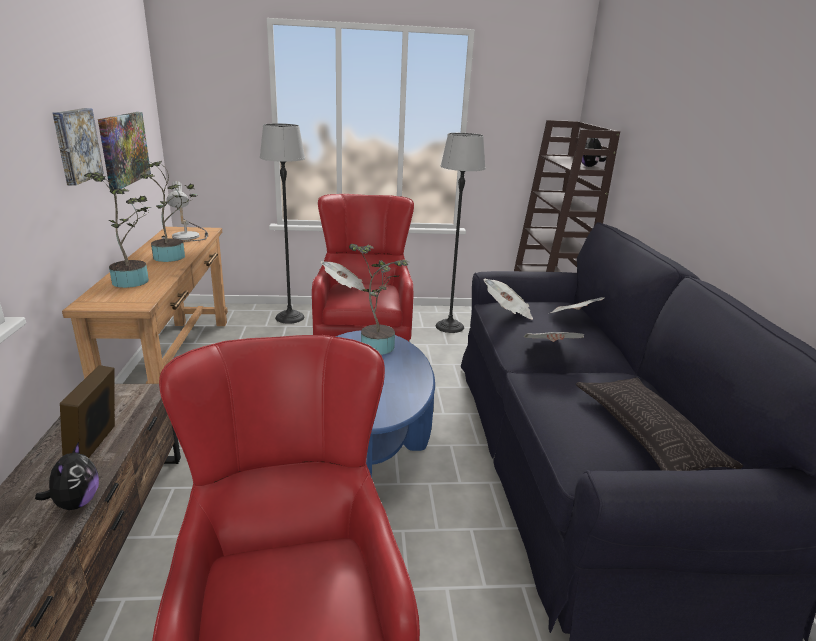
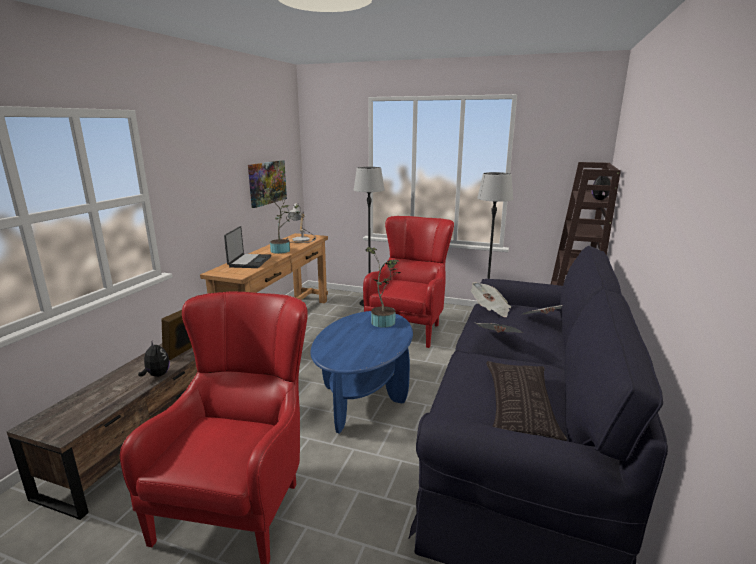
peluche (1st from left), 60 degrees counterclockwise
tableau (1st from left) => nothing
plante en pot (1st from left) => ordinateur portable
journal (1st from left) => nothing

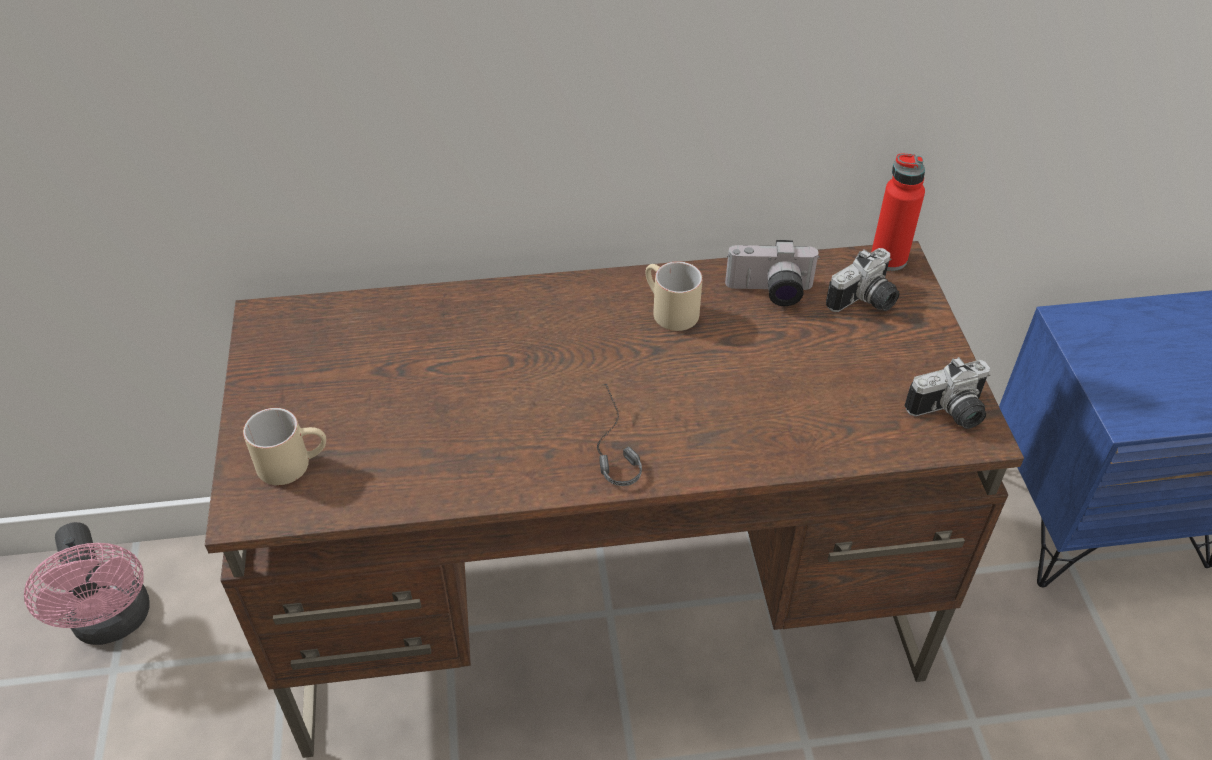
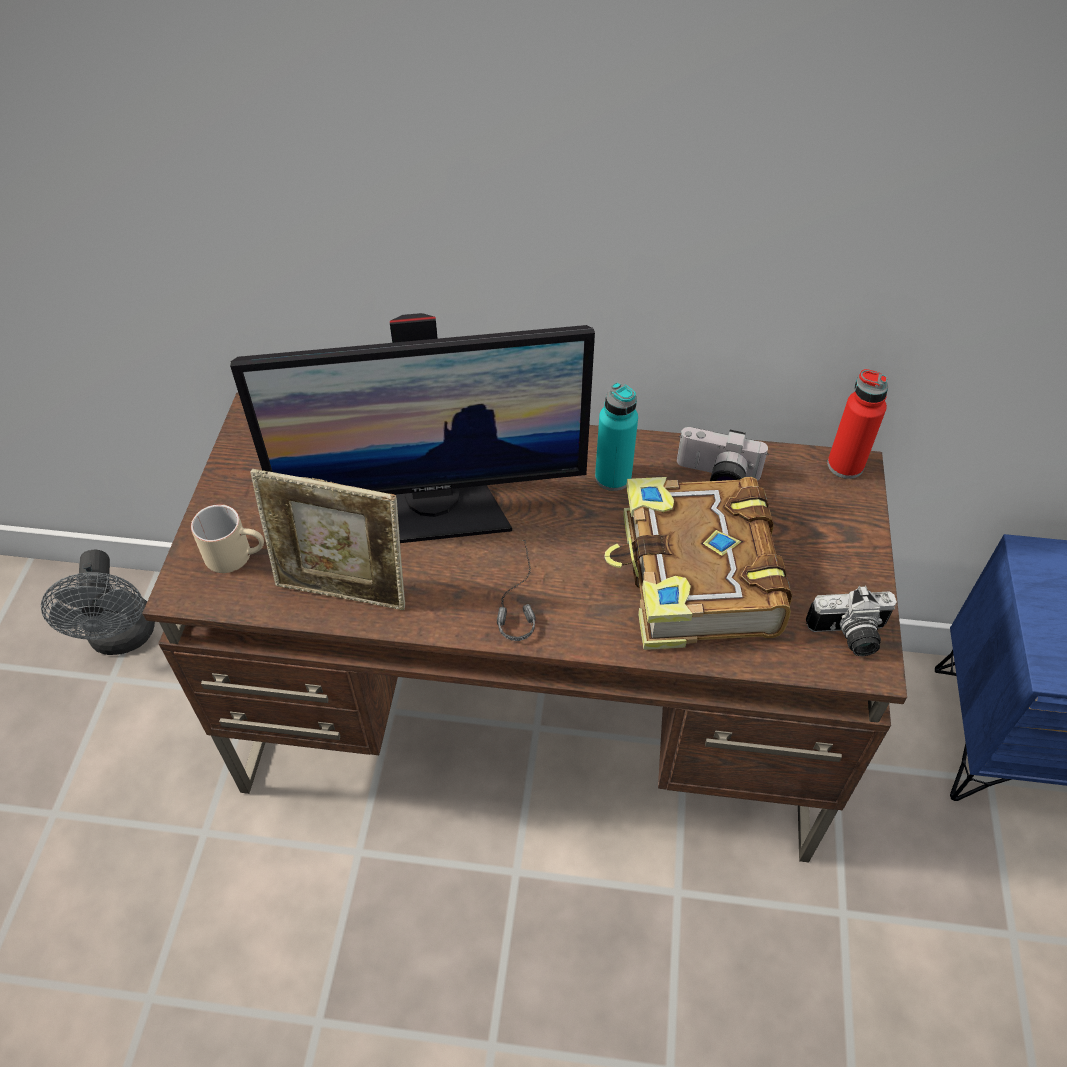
ventilateur/rose => ventilateur/gris
mug/beige (2nd from left) => bouteille/turquoise
appareil photo (2nd from left) => nothing
nothing => écran d'ordinateur
nothing => cadre photo
nothing => livre

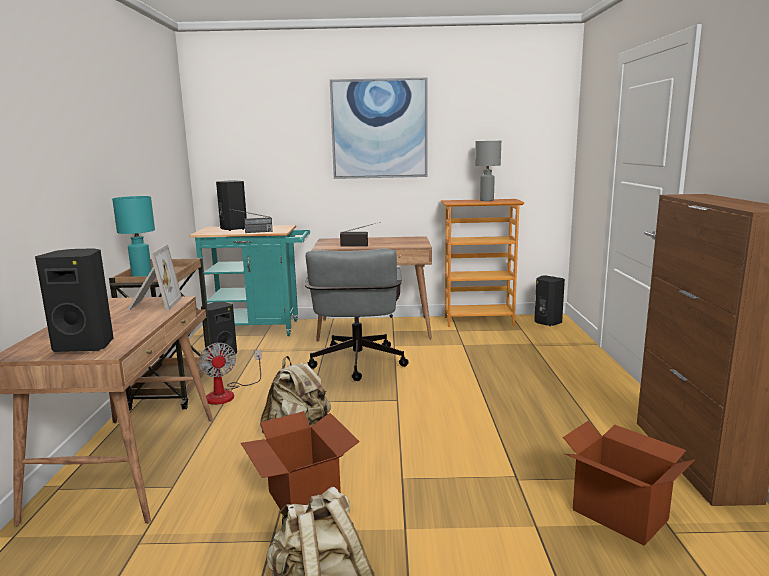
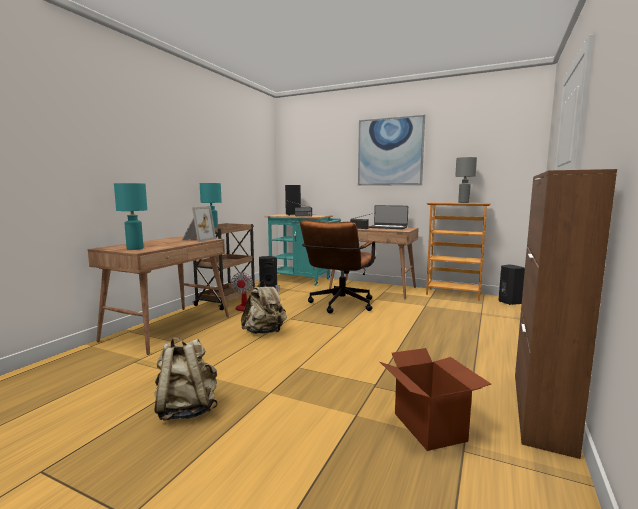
enceinte/noir (1st from left) => lampe de table/turquoise (1st from left)
carton (1st from left) => nothing
chaise de bureau/gris => chaise de bureau/marron
nothing => ordinateur portable

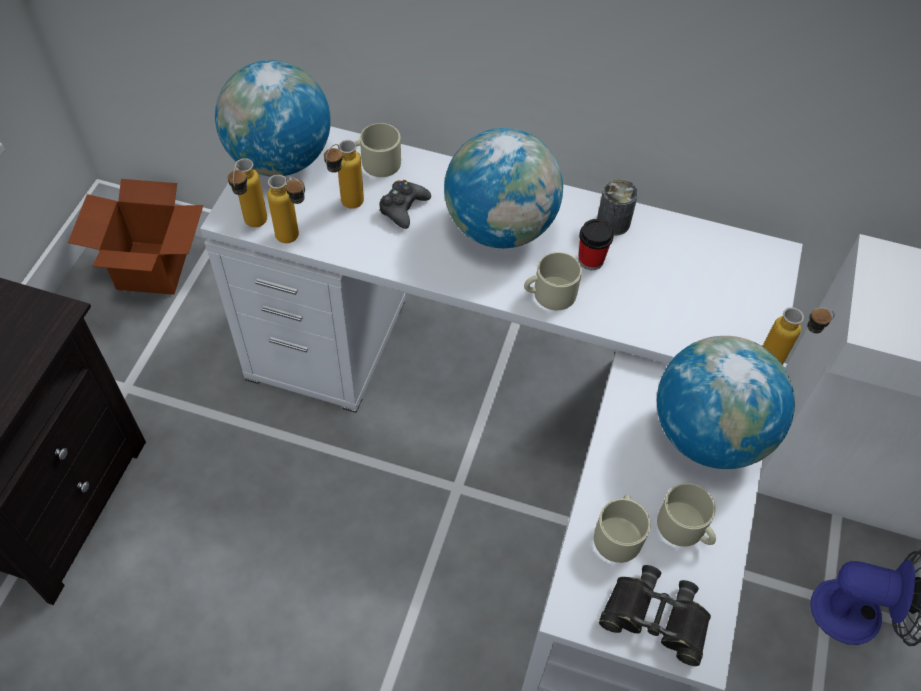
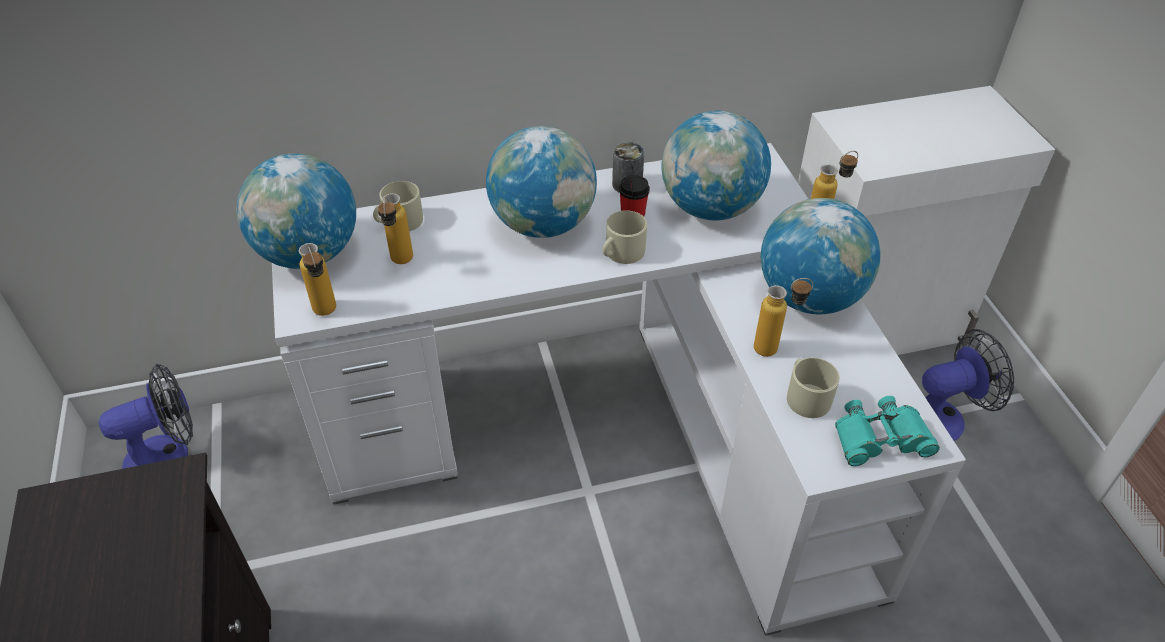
carton => ventilateur (1st from left)
bouteille (2nd from left in the first image) => bouteille (3rd from left), move
manette/noir => nothing
jumelles/noir => jumelles/turquoise
mug/beige (4th from left) => nothing
nothing => globe (3rd from left)

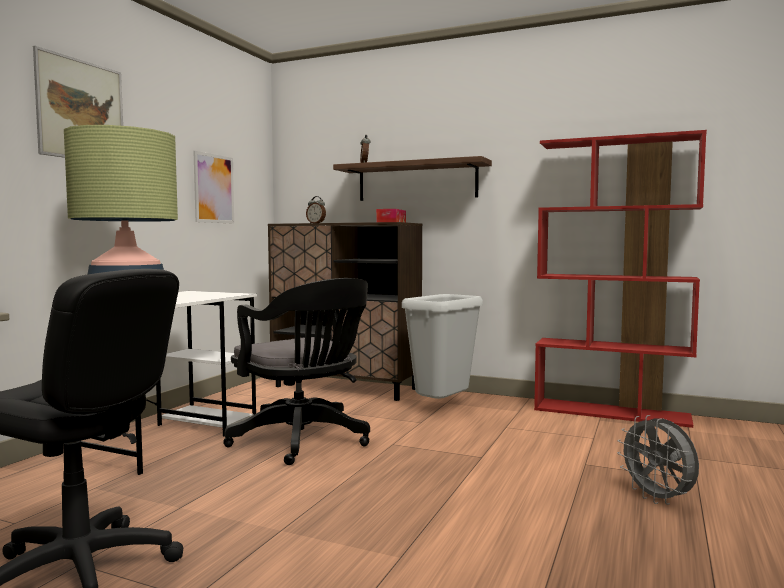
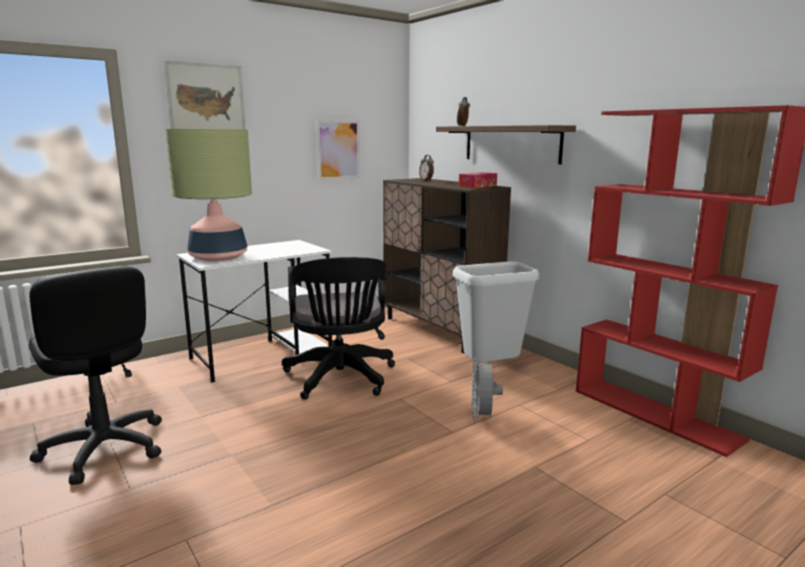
ventilateur/gris, move

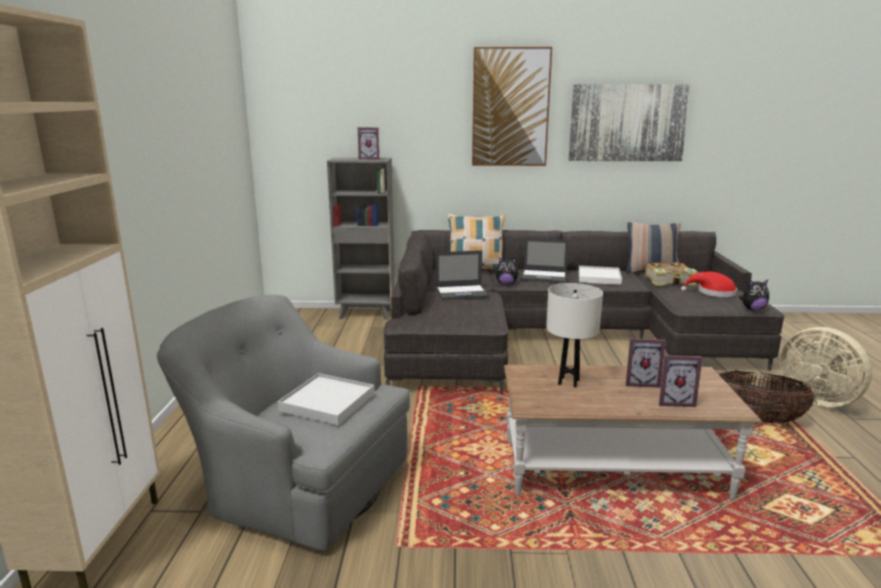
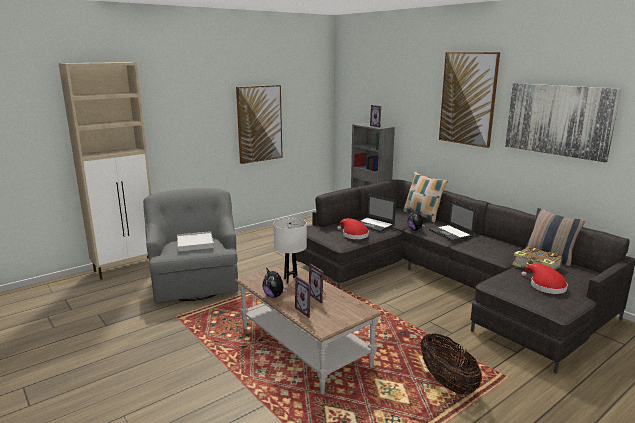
plateau/blanc (2nd from left) => nothing
peluche (2nd from left in the first image) => peluche (1st from left), move
ventilateur/beige => nothing
nothing => tableau (1st from left)
nothing => chapeau/rouge (1st from left)

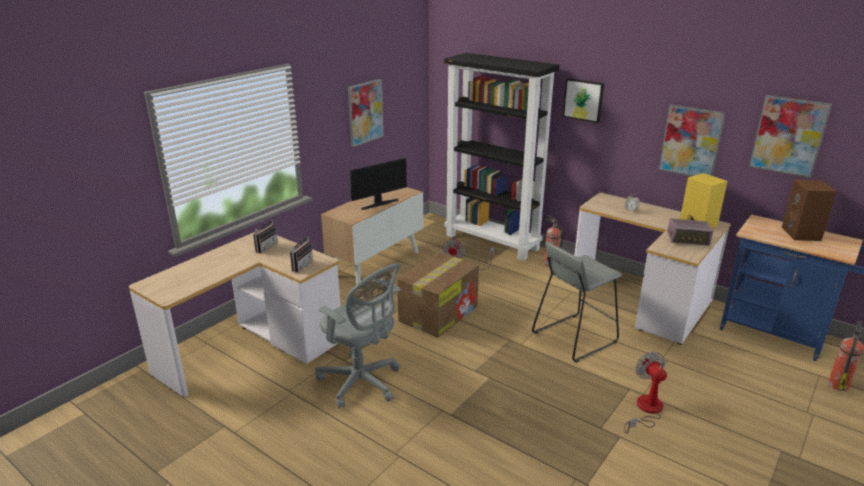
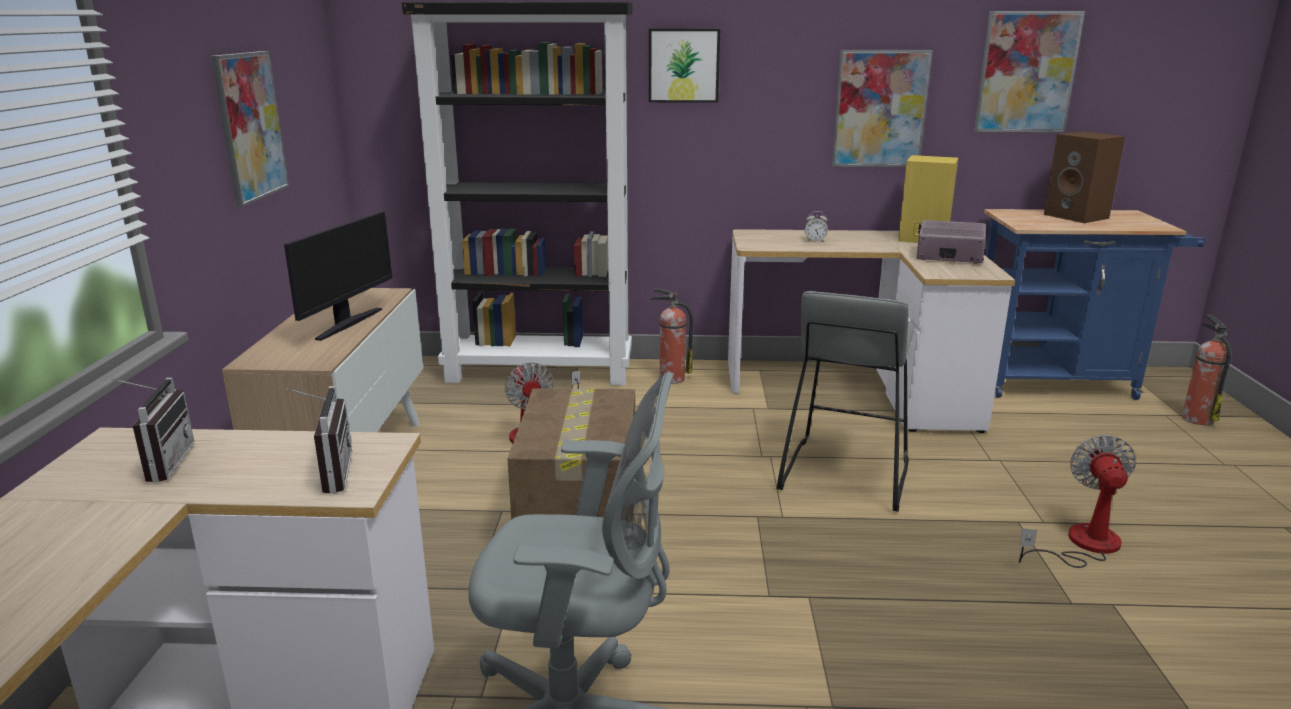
ventilateur (2nd from left), 60 degrees clockwise
radio (3rd from left), 135 degrees counterclockwise

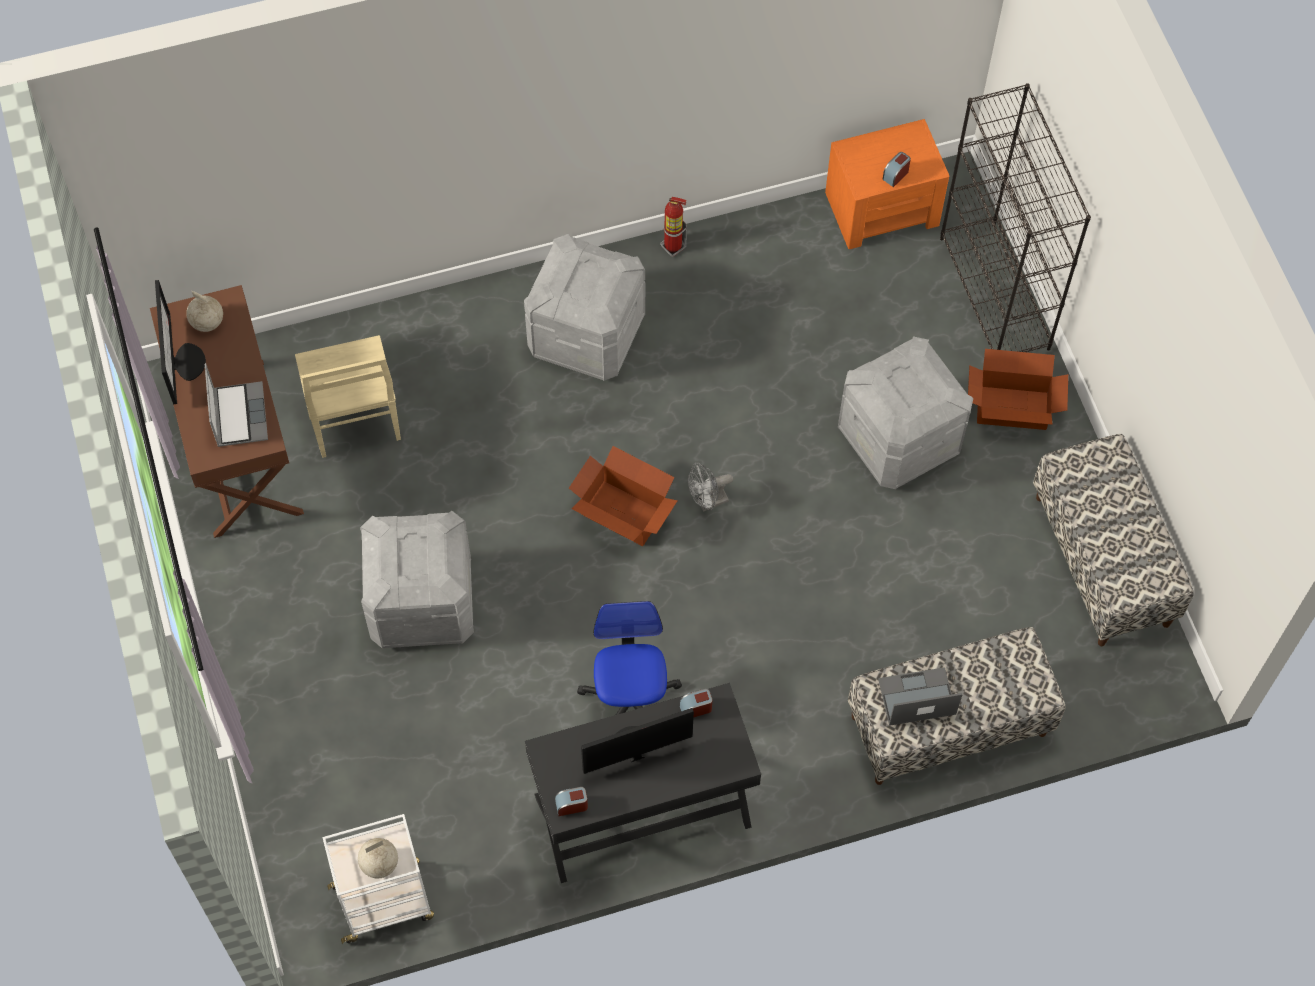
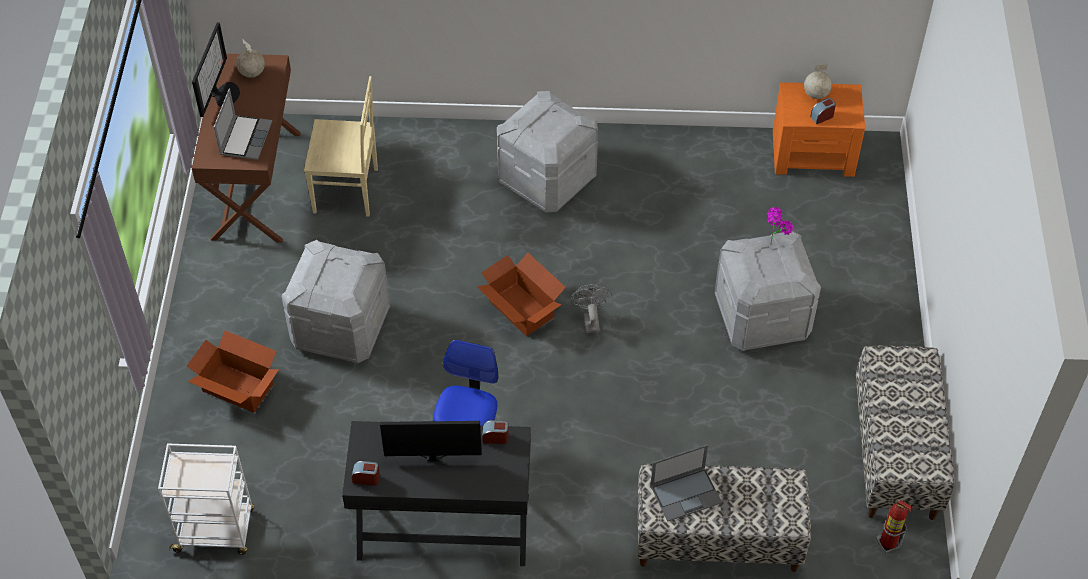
chaise/beige, 90 degrees counterclockwise
globe (2nd from left), move
extincteur, move
ventilateur/gris, 90 degrees clockwise
ordinateur portable (2nd from left), 150 degrees clockwise
bibliothèque/noir => nothing
carton (2nd from left in the first image) => carton (1st from left), move
nothing => plante en pot

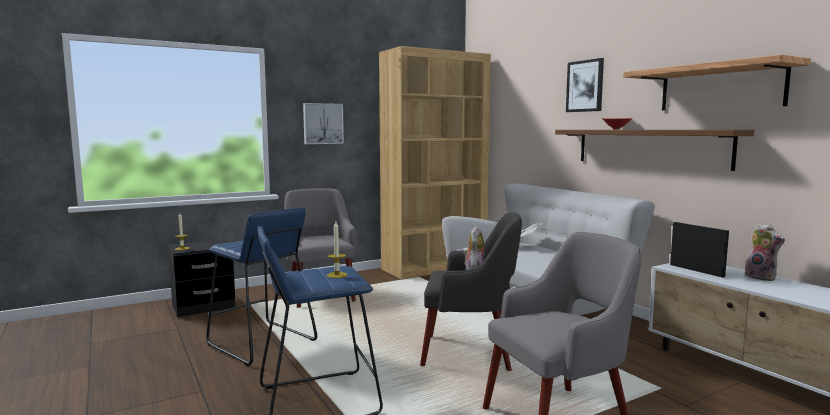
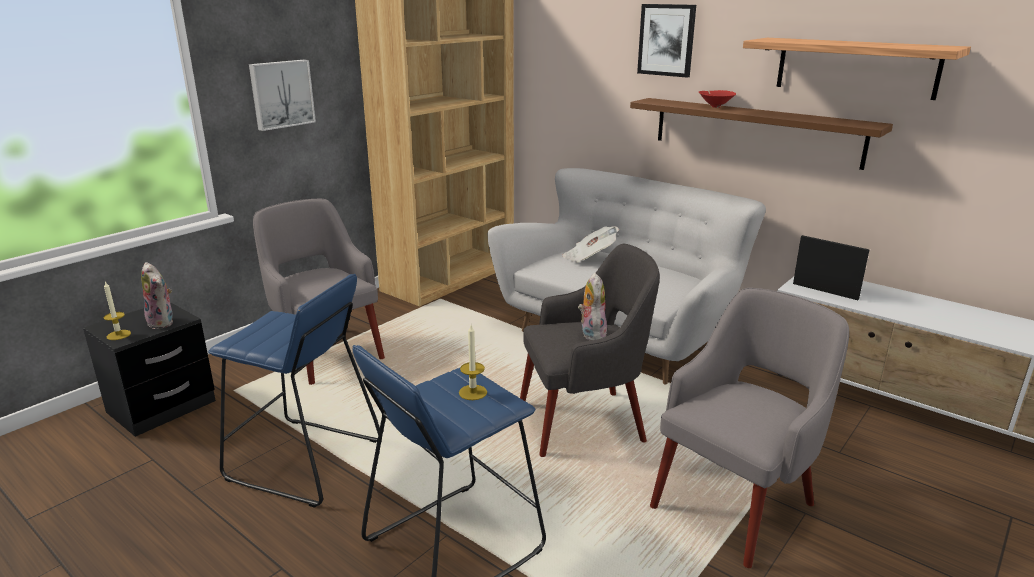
peluche (2nd from left in the first image) => peluche (1st from left), move

